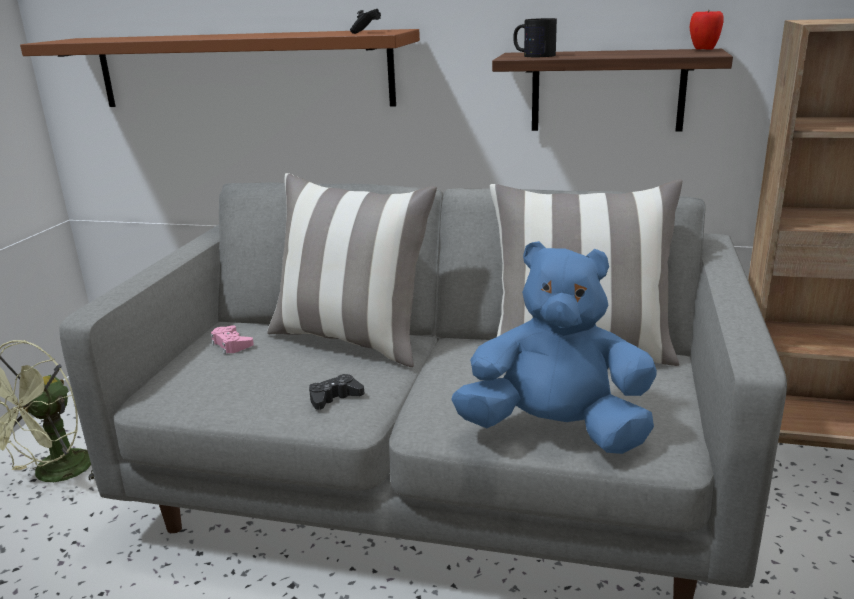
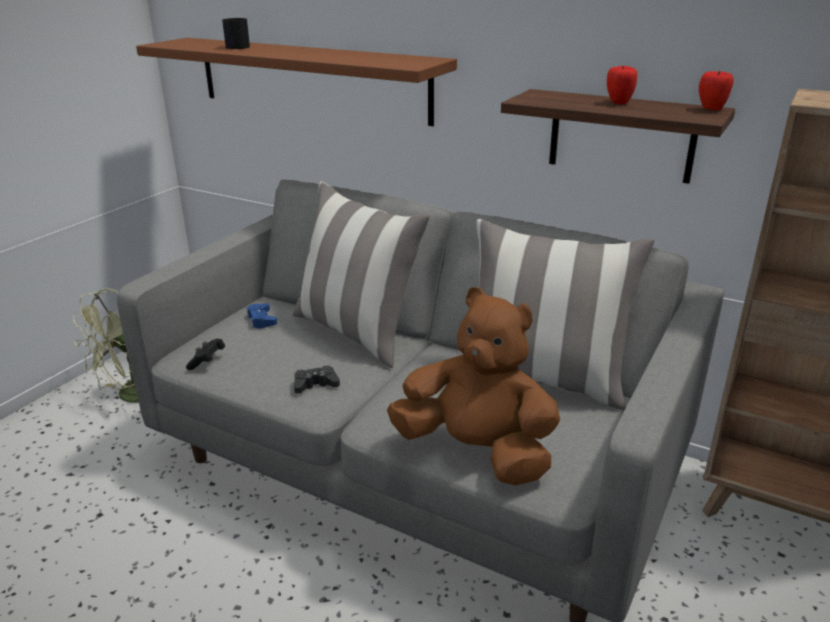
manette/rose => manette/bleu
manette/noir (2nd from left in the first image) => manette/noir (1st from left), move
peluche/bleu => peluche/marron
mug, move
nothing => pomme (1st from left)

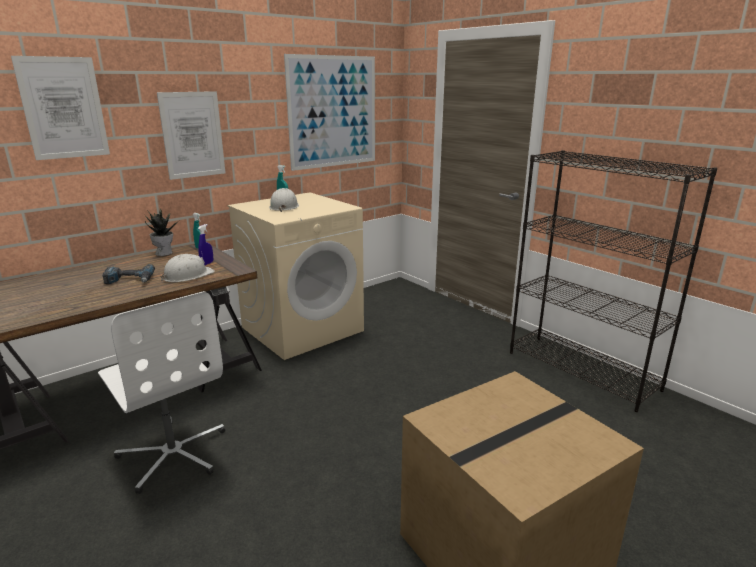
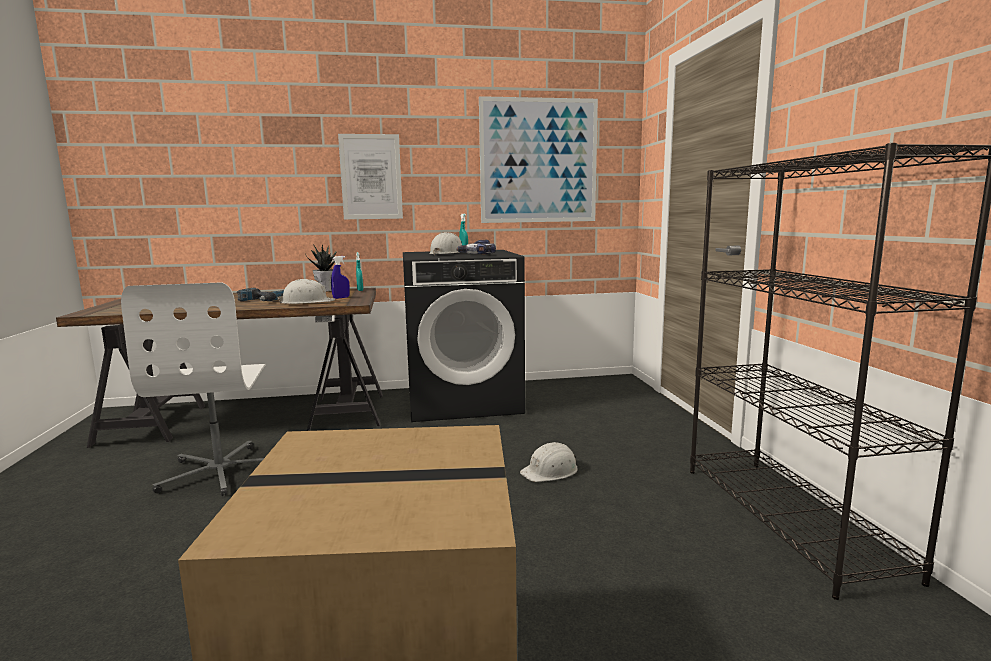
tableau (1st from left) => nothing
lave-linge/beige => lave-linge/noir
nothing => perceuse (2nd from left)
nothing => casque de chantier/blanc (3rd from left)

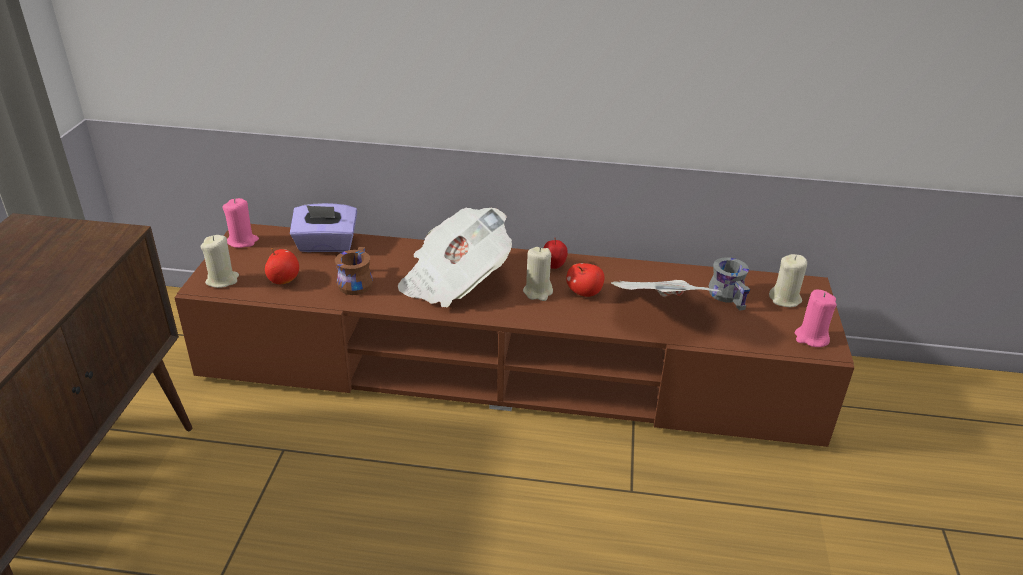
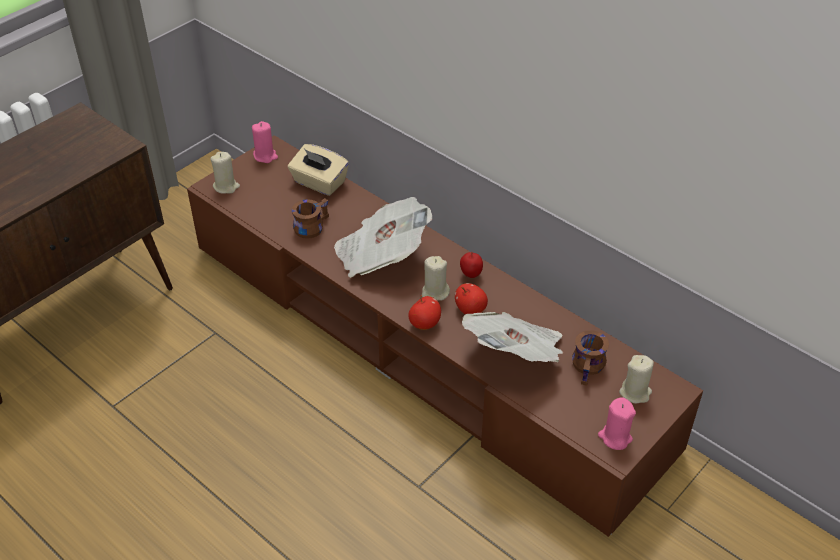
pomme (1st from left), move
boîte à mouchoirs/violet => boîte à mouchoirs/beige
mug/gris => mug/marron (2nd from left)

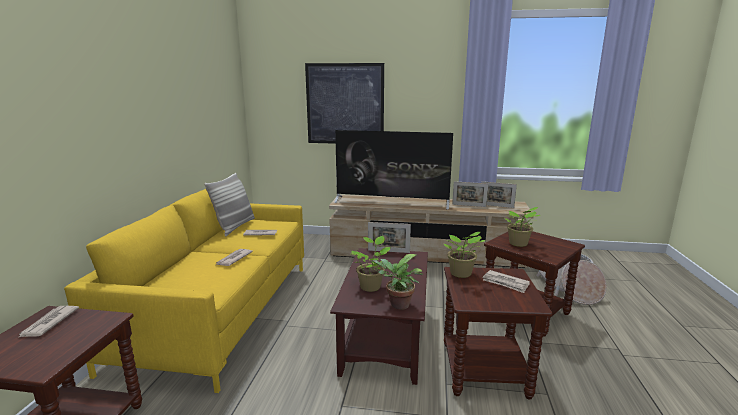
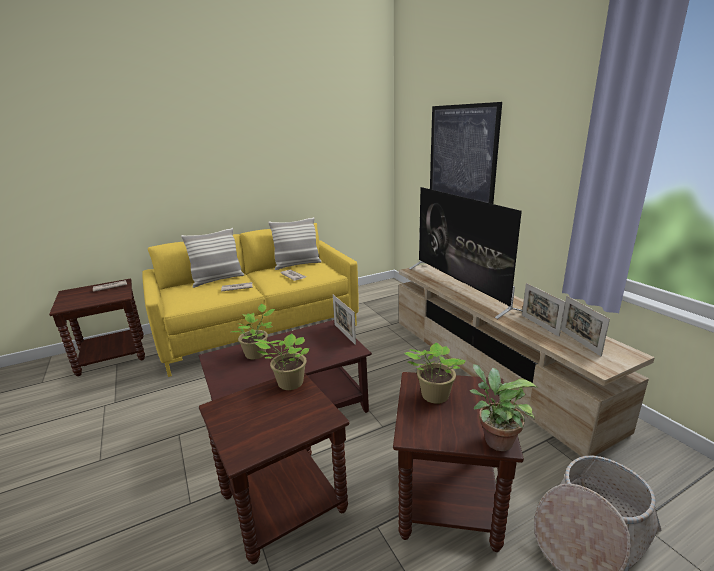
plante en pot (2nd from left in the first image) => plante en pot (4th from left), move
journal (4th from left) => nothing
nothing => coussin (1st from left)

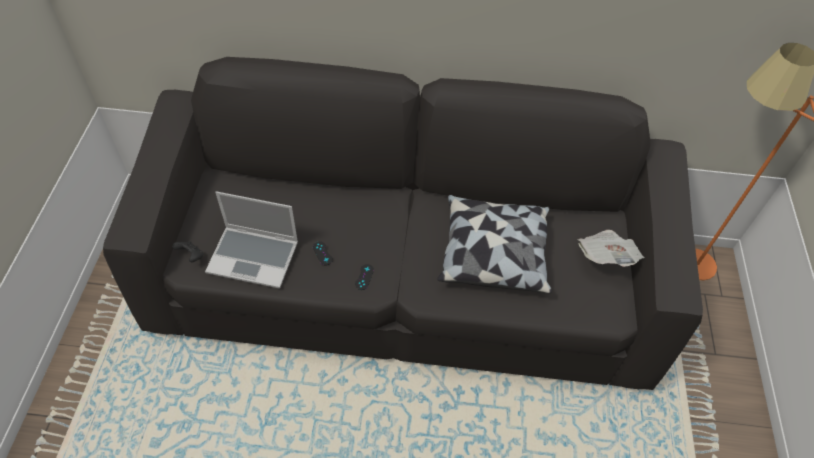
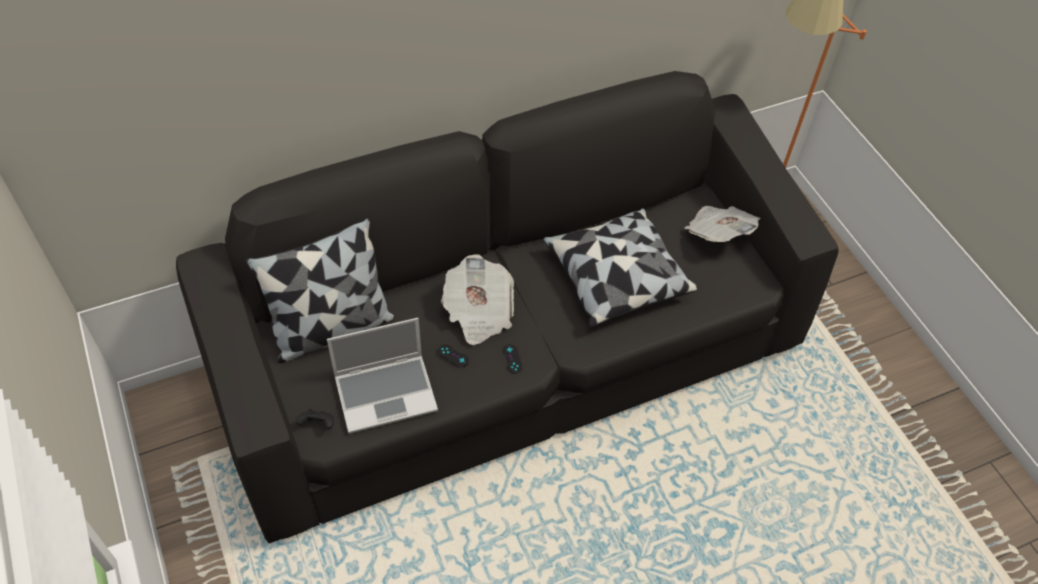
nothing => coussin (1st from left)
nothing => journal (1st from left)

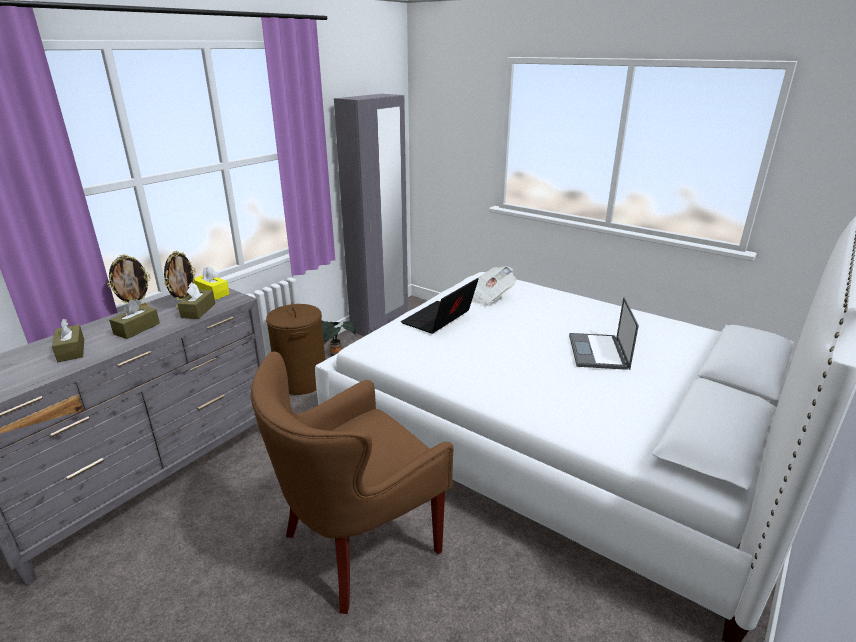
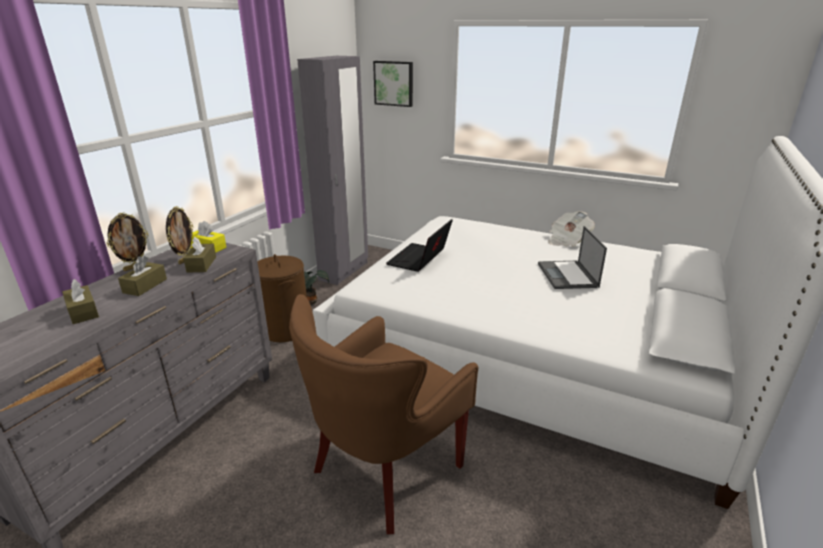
journal, move
nothing => tableau

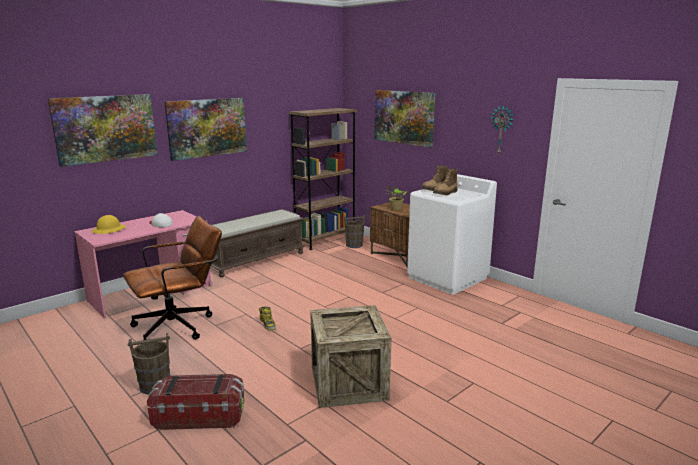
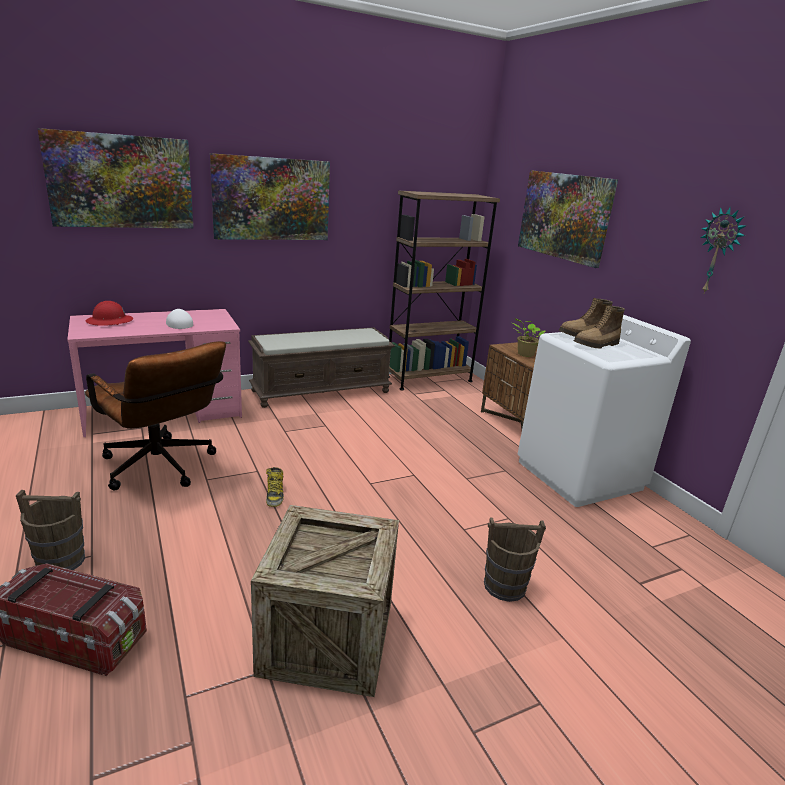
casque de chantier/jaune => casque de chantier/rouge
chaise de bureau/marron, 60 degrees clockwise
seau/marron (2nd from left), move

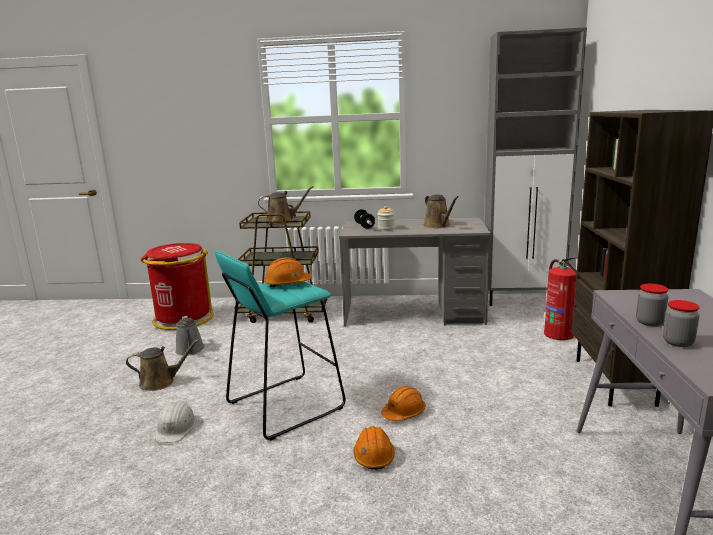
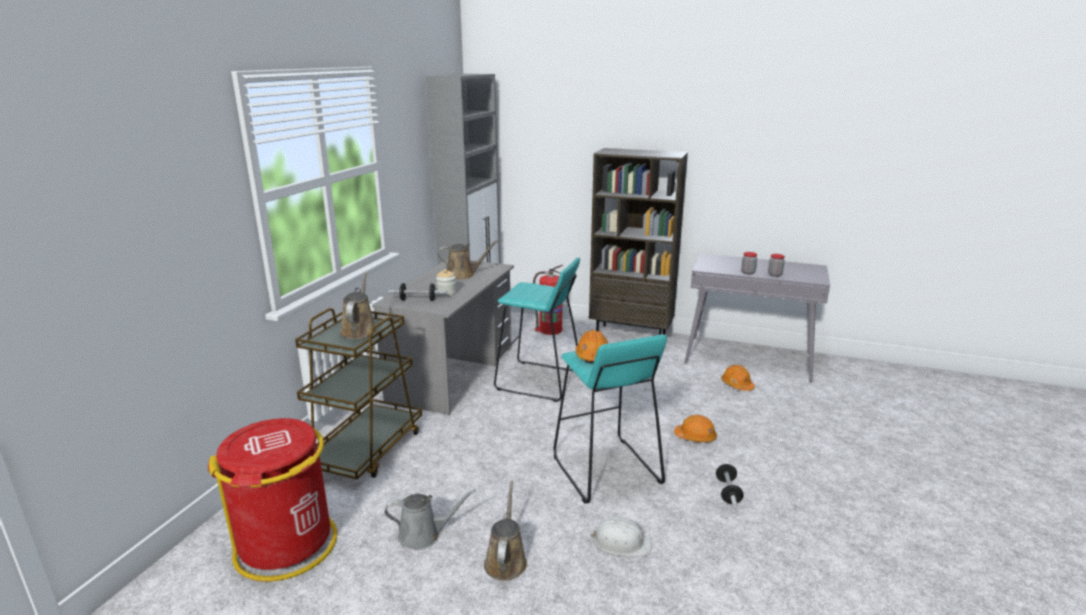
casque de chantier/orange (3rd from left), move
nothing => tabouret/turquoise (1st from left)
nothing => haltère (2nd from left)

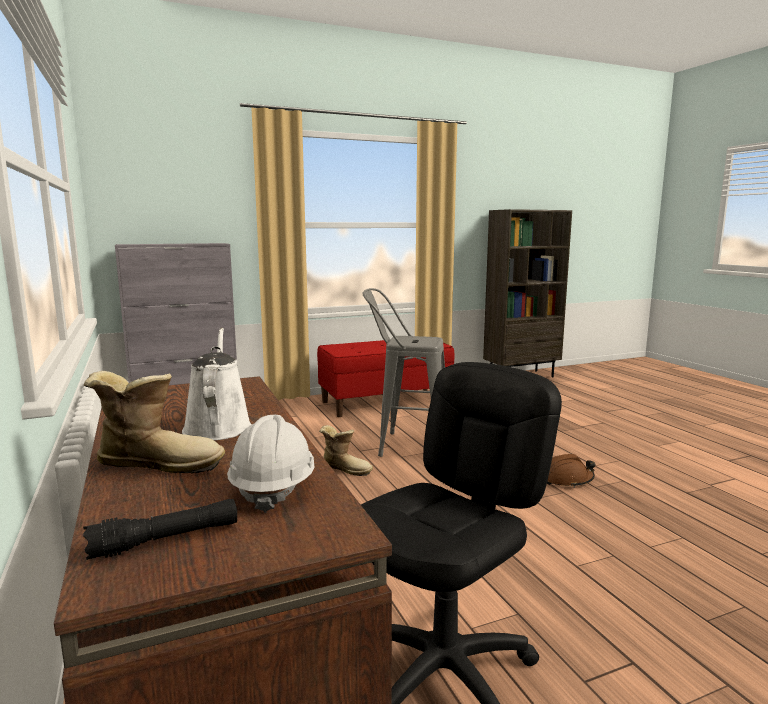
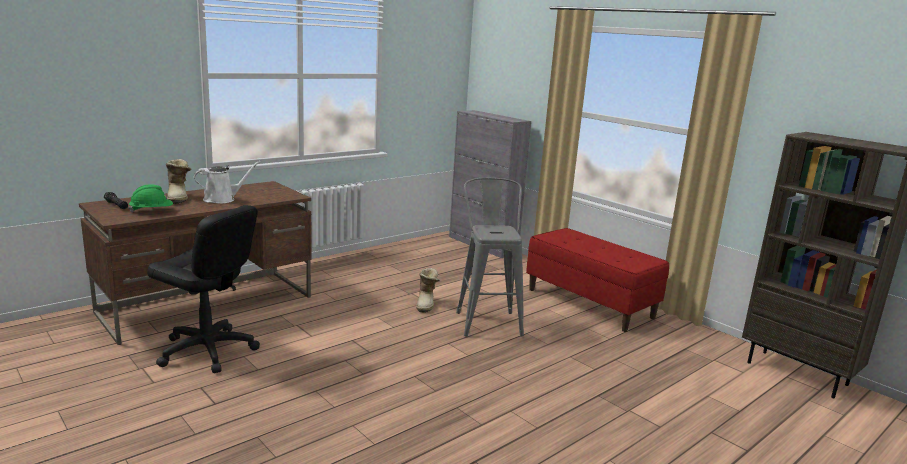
casque de chantier/blanc => casque de chantier/vert
casque de chantier/marron => nothing

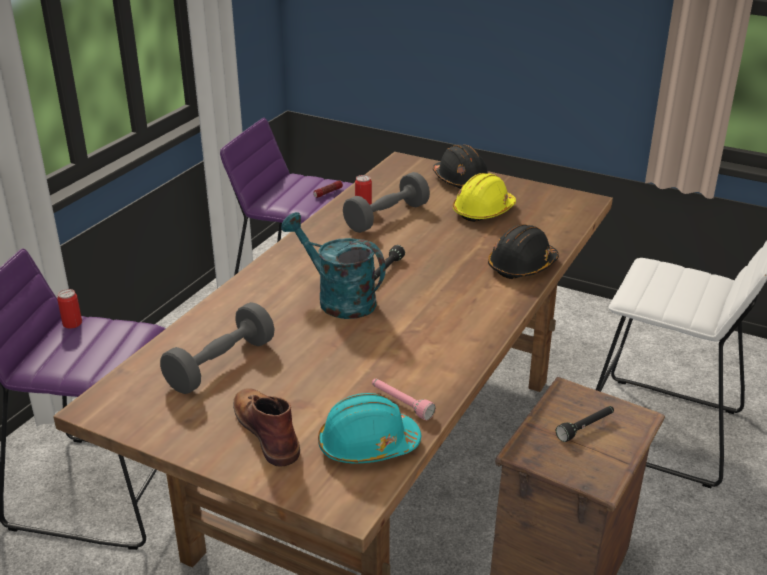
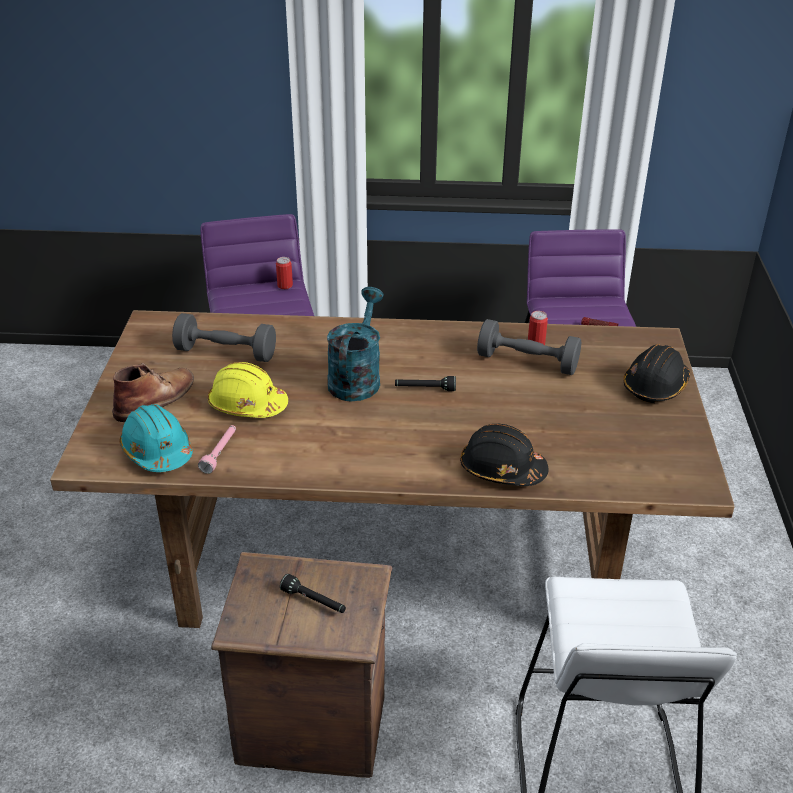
casque de chantier/jaune, move

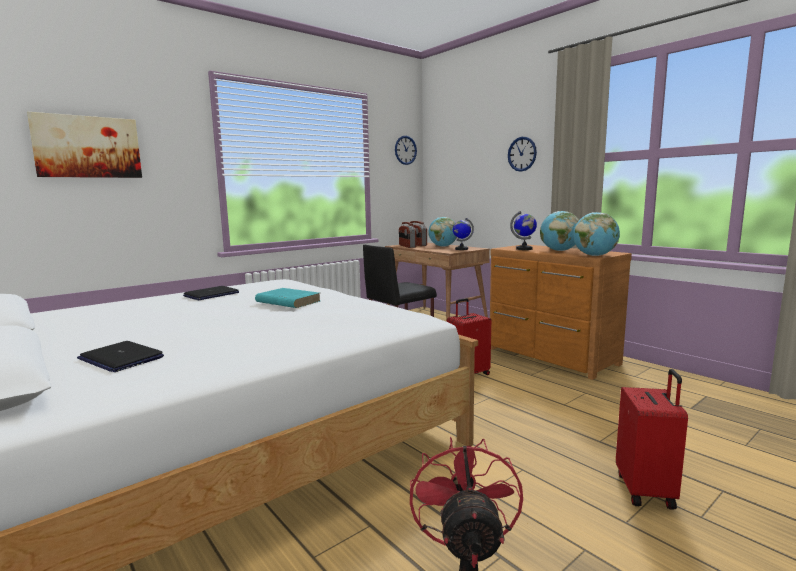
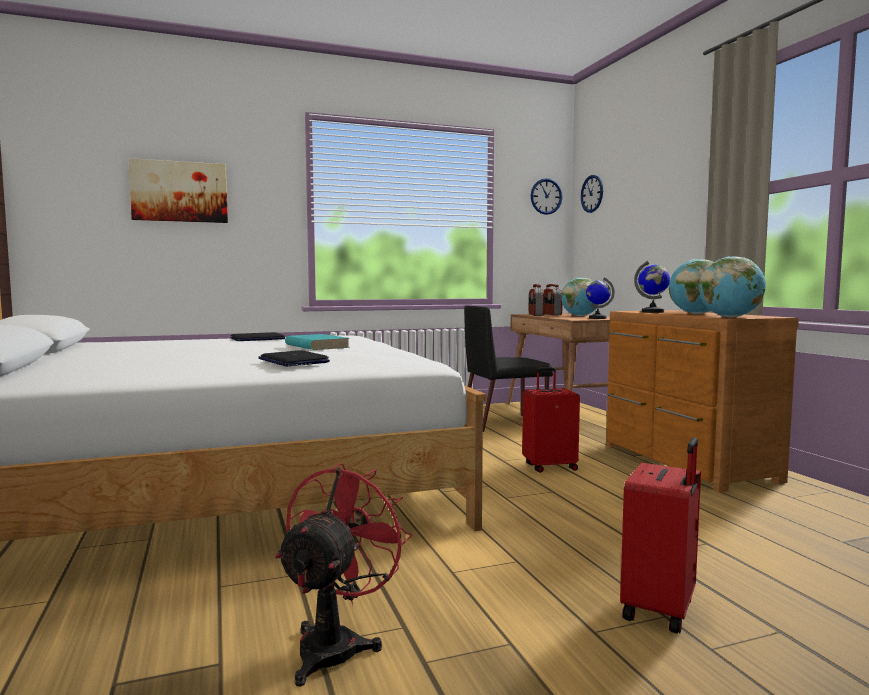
ordinateur portable (1st from left in the first image) => ordinateur portable (2nd from left), move
horloge murale (2nd from left), move

